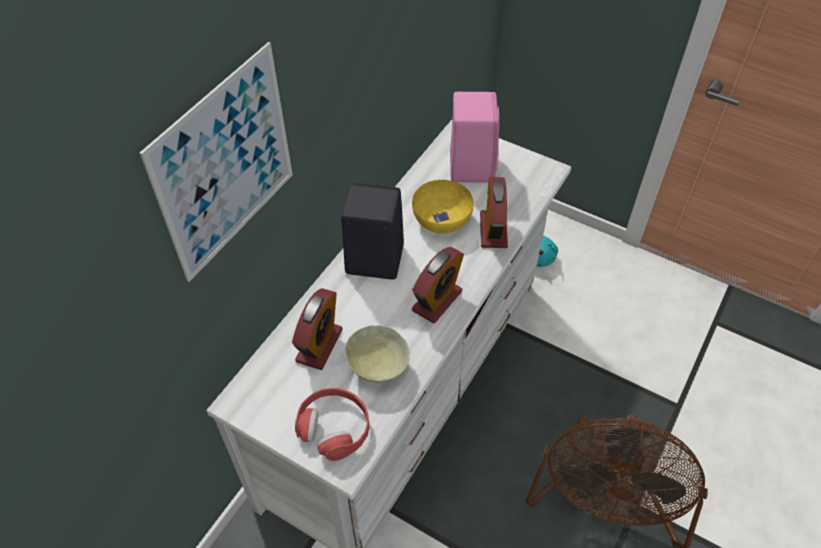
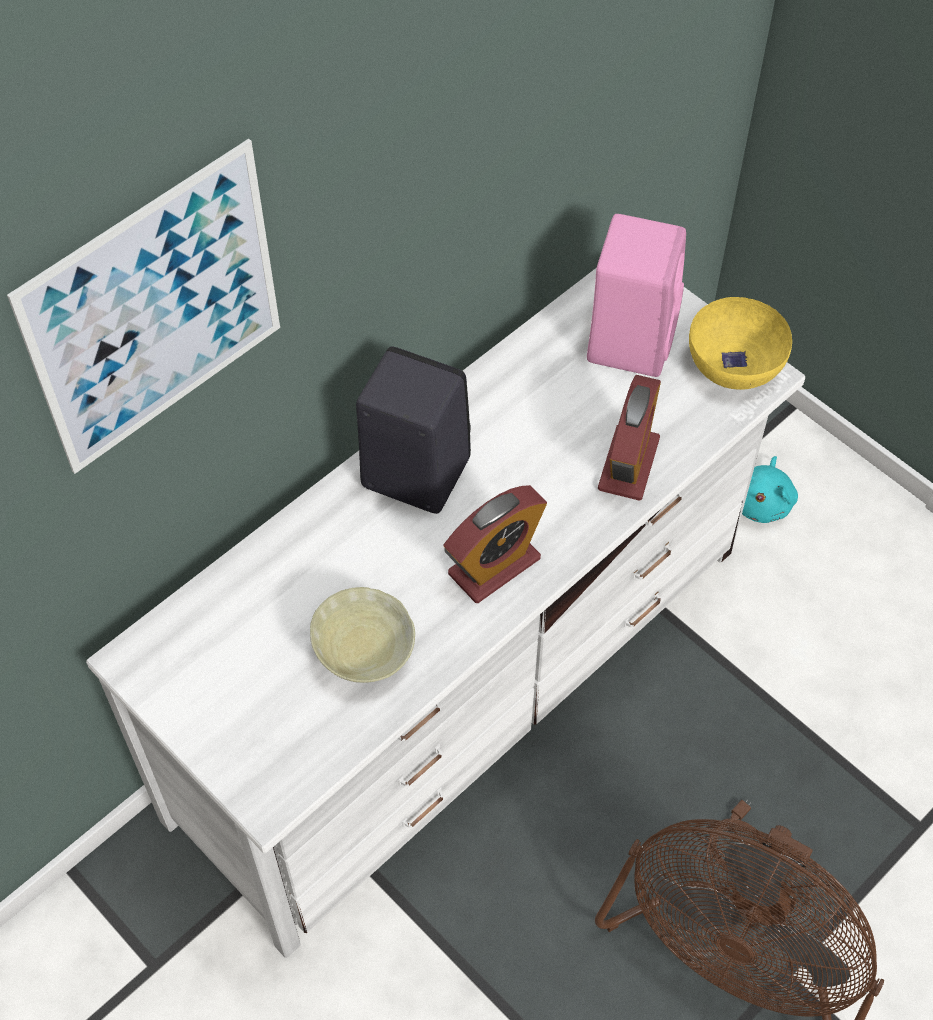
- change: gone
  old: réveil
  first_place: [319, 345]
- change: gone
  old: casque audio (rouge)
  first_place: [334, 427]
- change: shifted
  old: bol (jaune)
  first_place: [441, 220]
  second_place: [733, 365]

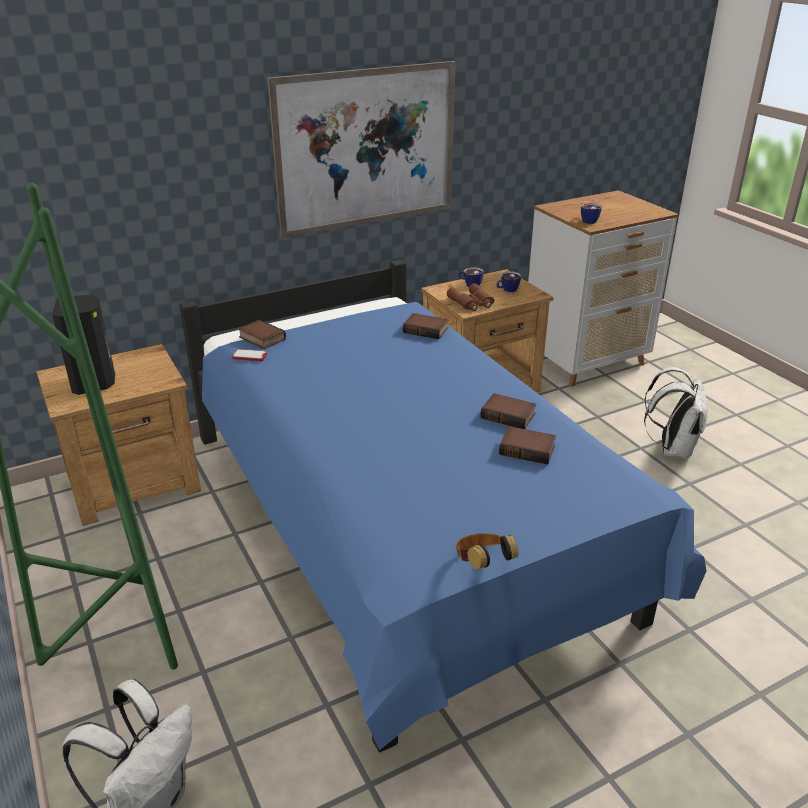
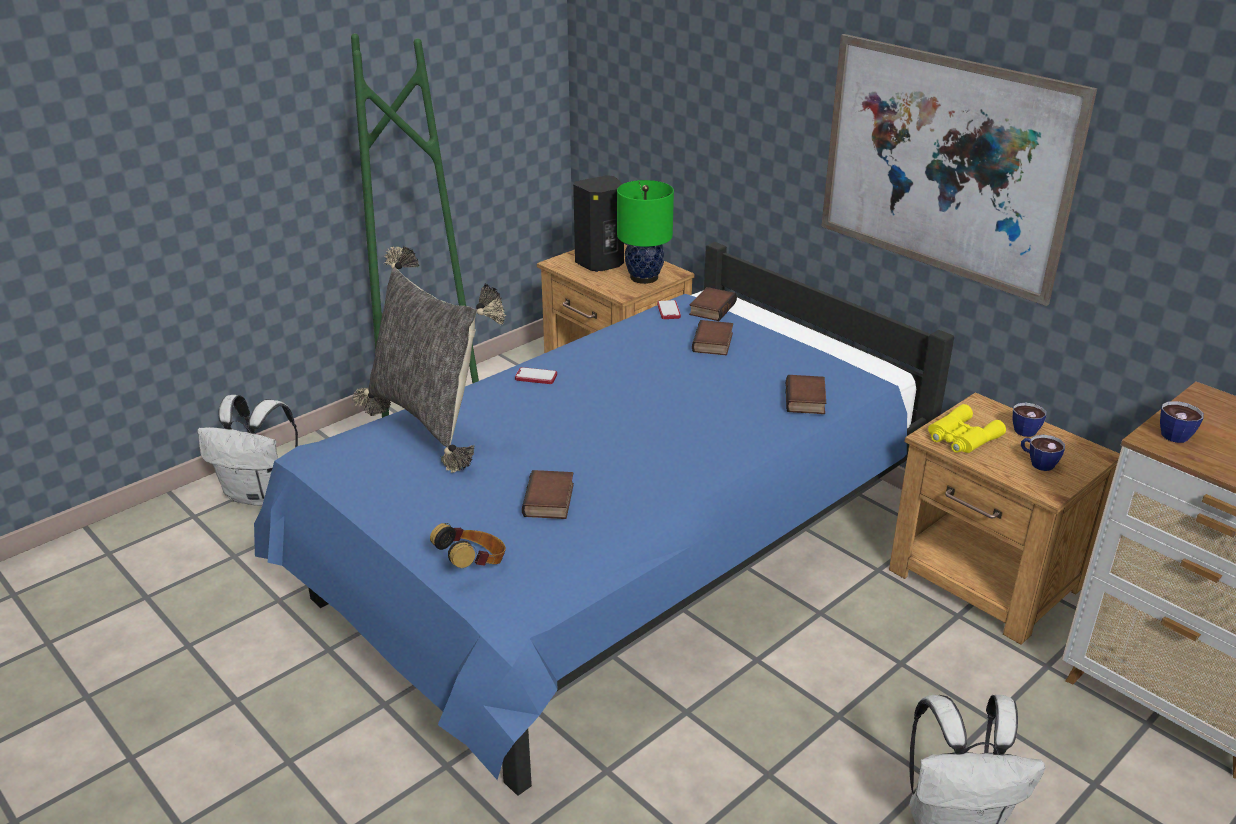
- change: new
  new: coussin
  second_place: [435, 432]
- change: new
  new: téléphone
  second_place: [536, 377]
- change: new
  new: lampe de table (vert)
  second_place: [644, 277]
- change: shifted
  old: casque audio
  first_place: [482, 565]
  second_place: [473, 565]
- change: shifted
  old: livre
  first_place: [509, 415]
  second_place: [714, 343]
- change: repainted
  old: jumelles (marron)
  new: jumelles (jaune)
  first_place: [471, 303]
  second_place: [961, 437]

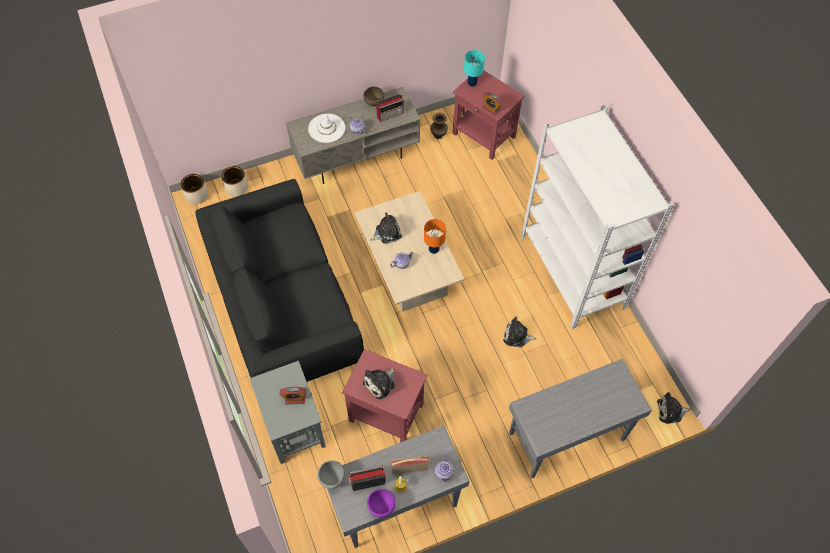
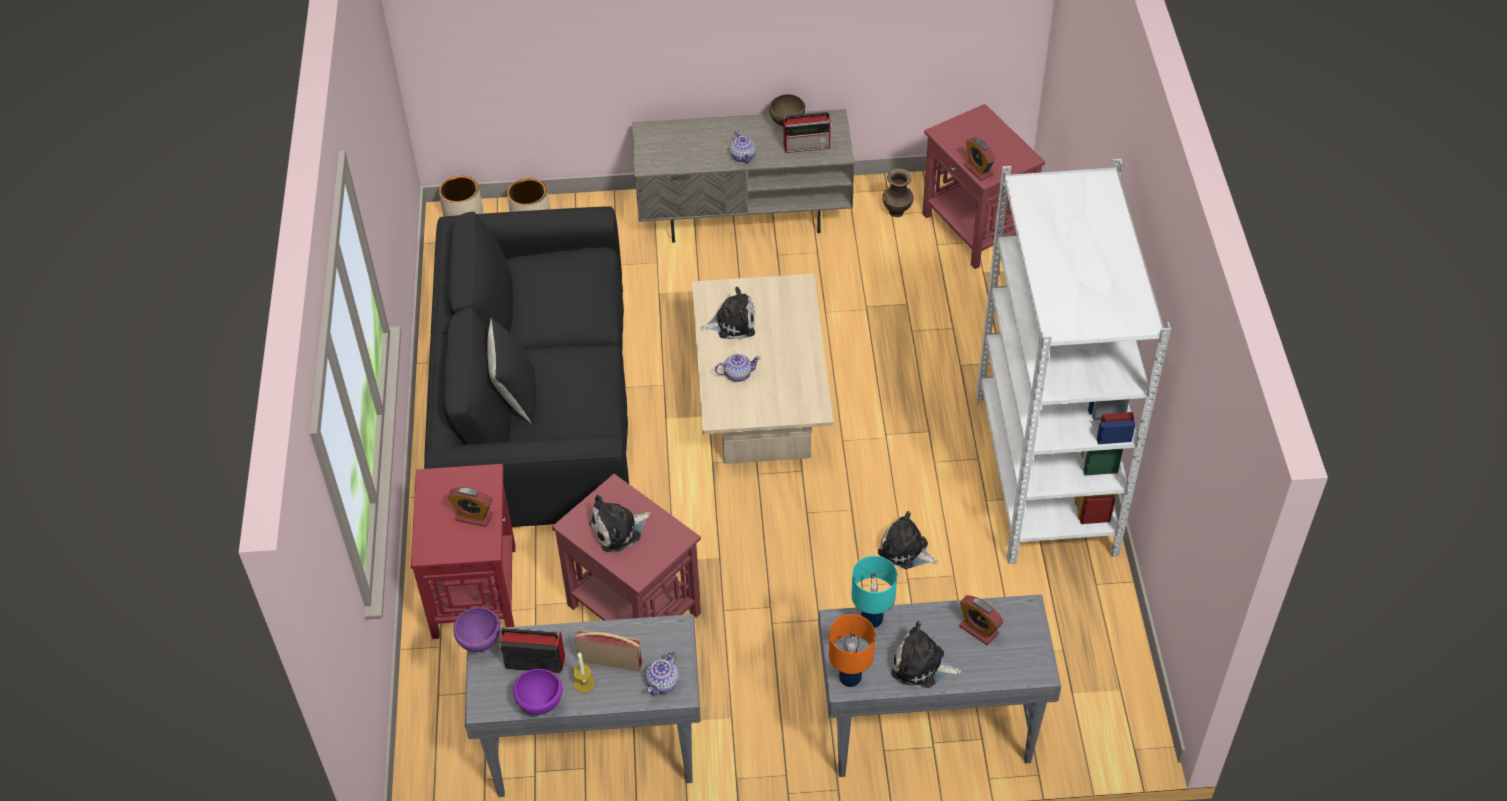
- change: gone
  old: chapeau (blanc)
  first_place: [326, 128]
- change: new
  new: coussin (noir)
  second_place: [516, 396]
- change: new
  new: réveil
  second_place: [978, 630]
- change: shifted
  old: lampe de table (orange)
  first_place: [434, 249]
  second_place: [851, 677]
- change: shifted
  old: lampe de table (turquoise)
  first_place: [472, 83]
  second_place: [873, 620]
- change: shifted
  old: peluche
  first_place: [670, 411]
  second_place: [921, 666]
- change: repainted
  old: table d'appoint (gris)
  new: table d'appoint (rouge)
  first_place: [294, 427]
  second_place: [475, 591]
- change: repainted
  old: bol (gris)
  new: bol (violet)
  first_place: [332, 479]
  second_place: [480, 643]

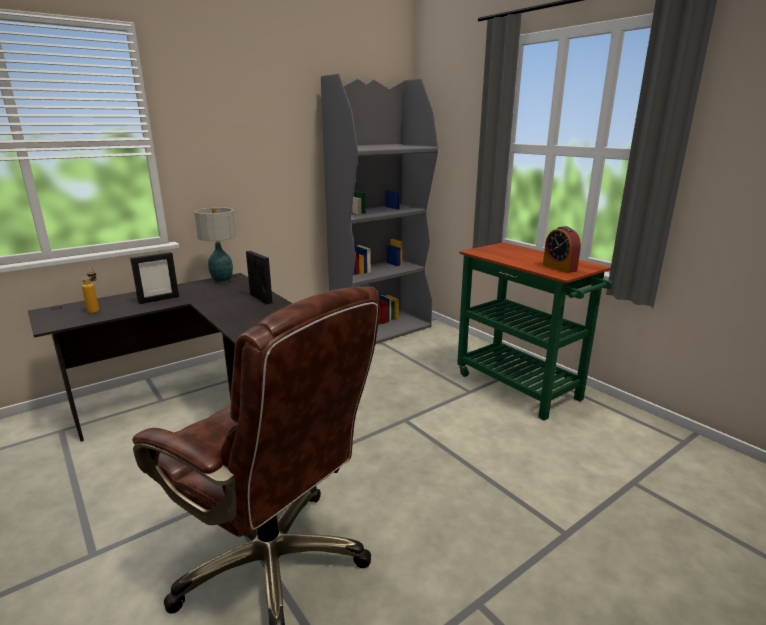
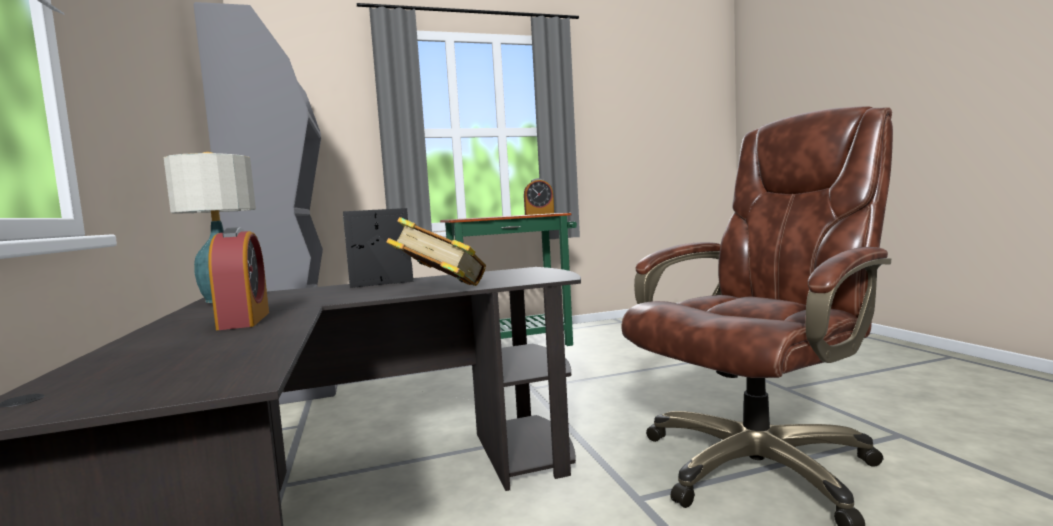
- change: gone
  old: bouteille
  first_place: [96, 310]
- change: new
  new: livre
  second_place: [441, 289]
- change: swapped
  old: cadre photo
  new: réveil
  first_place: [158, 299]
  second_place: [244, 320]

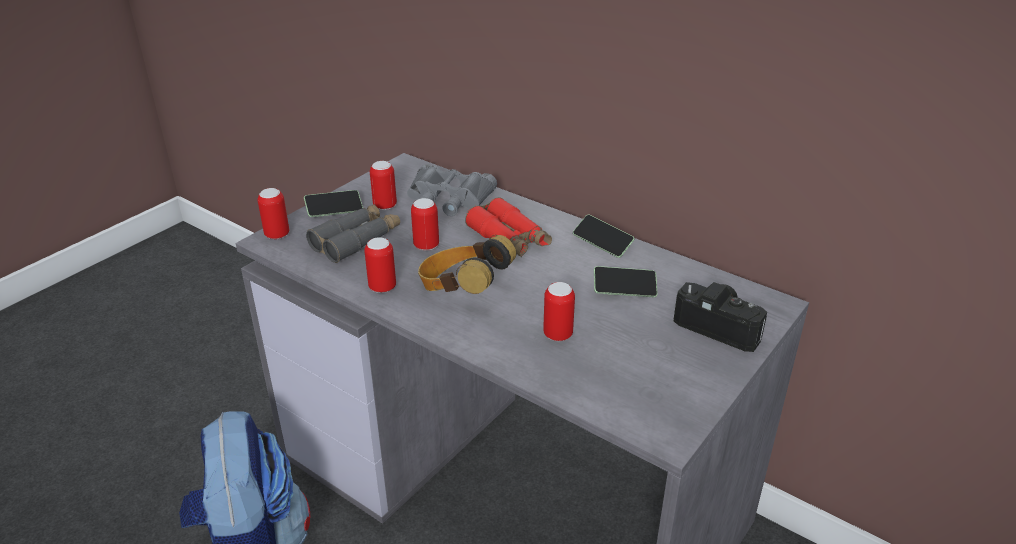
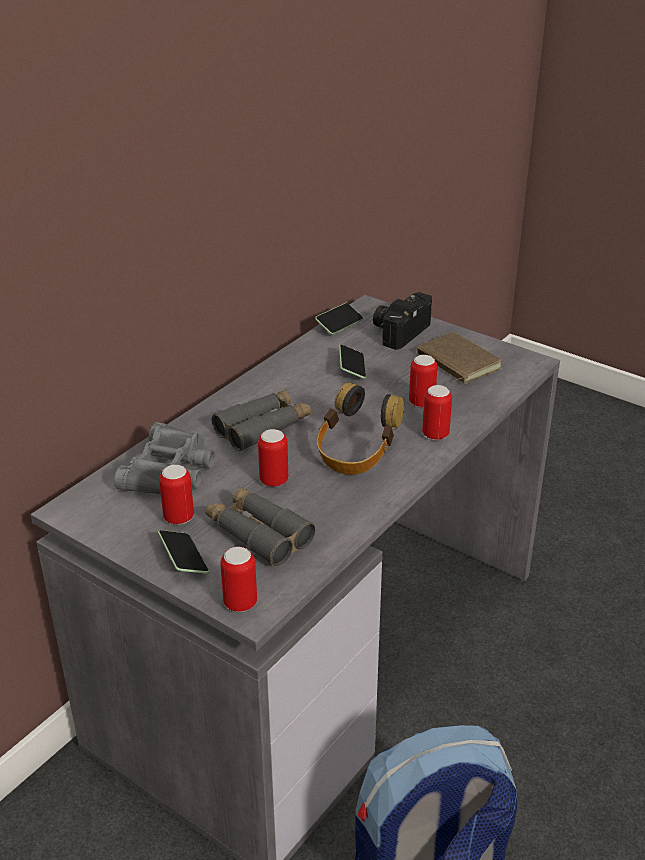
- change: new
  new: livre (marron)
  second_place: [456, 362]
- change: shifted
  old: boîte métallique
  first_place: [382, 287]
  second_place: [435, 435]
- change: shifted
  old: téléphone
  first_place: [602, 243]
  second_place: [339, 325]
- change: repainted
  old: jumelles (rouge)
  new: jumelles (gris)
  first_place: [509, 239]
  second_place: [263, 427]

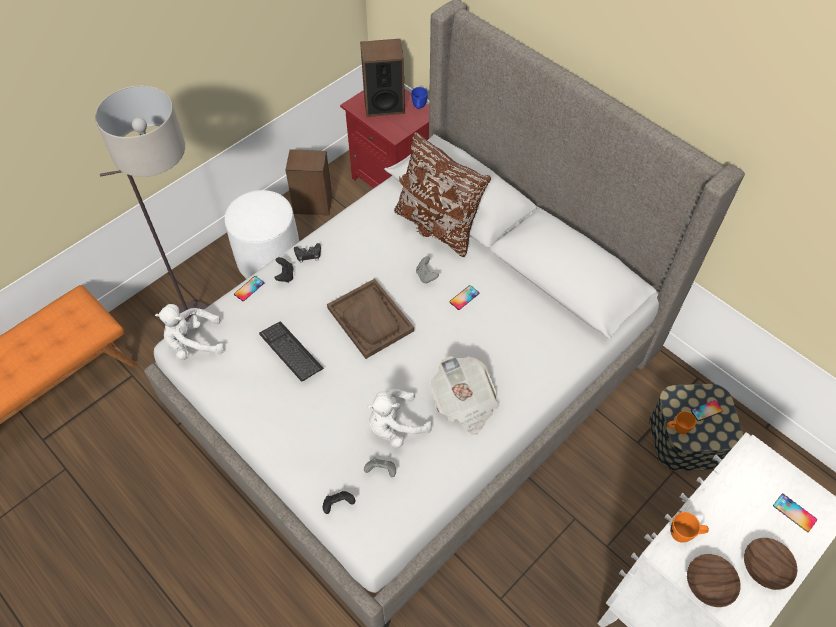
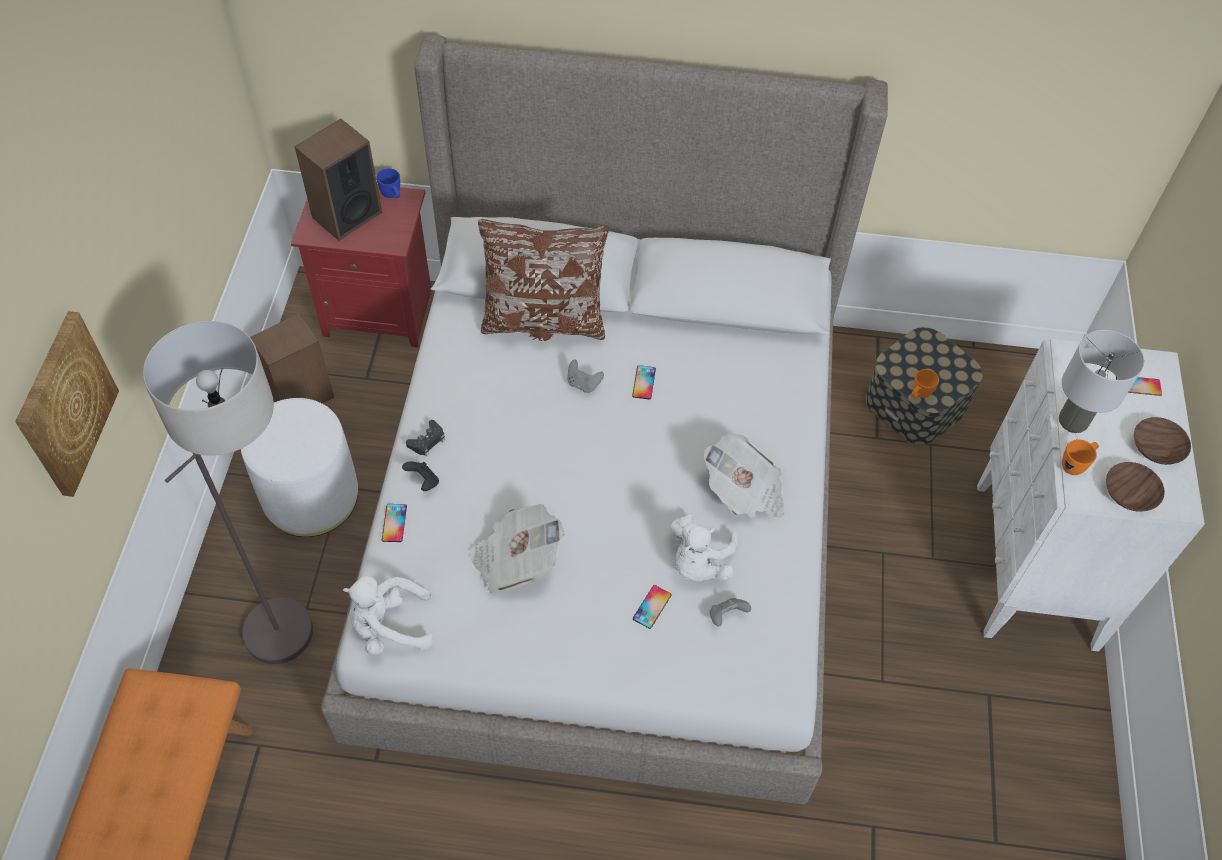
- change: gone
  old: manette (noir)
  first_place: [338, 505]
- change: gone
  old: plateau (marron)
  first_place: [370, 319]
- change: new
  new: tableau
  second_place: [64, 404]
- change: new
  new: lampe de table (blanc)
  second_place: [1072, 421]
- change: shifted
  old: téléphone
  first_place: [706, 410]
  second_place: [652, 607]
- change: swapped
  old: clavier
  new: journal
  first_place: [291, 352]
  second_place: [515, 560]
- change: rotated
  old: peluche (blanc)
  first_place: [193, 343]
  second_place: [389, 627]
  degrees: 45

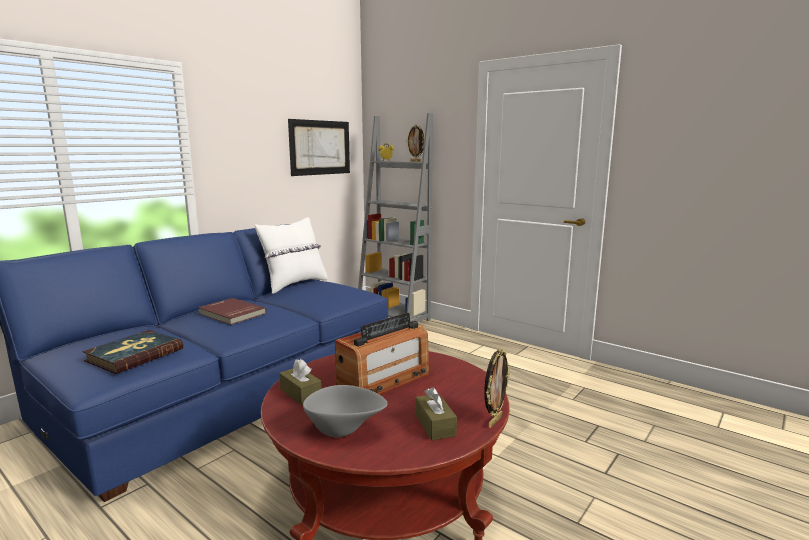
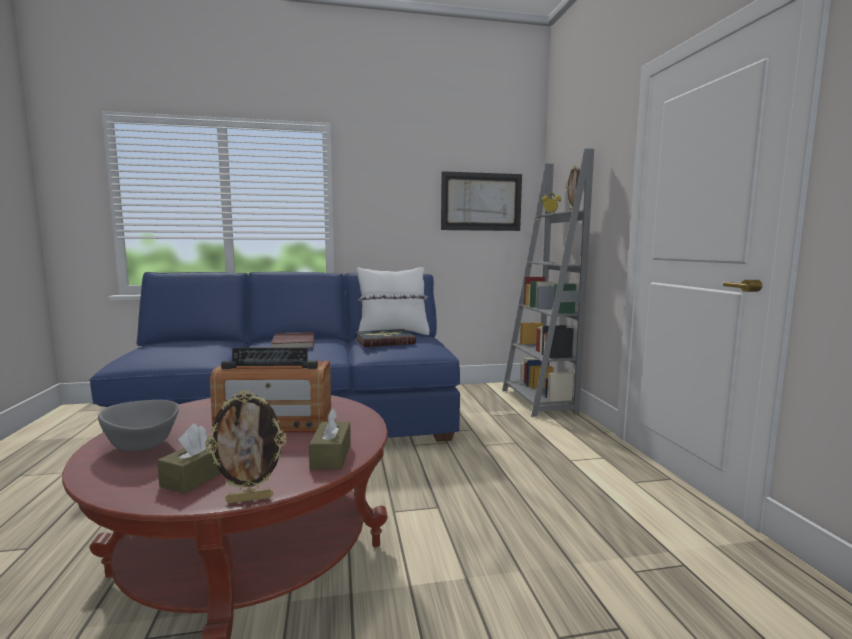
- change: shifted
  old: livre
  first_place: [134, 355]
  second_place: [384, 341]
- change: shifted
  old: boîte à mouchoirs (marron)
  first_place: [300, 393]
  second_place: [331, 456]

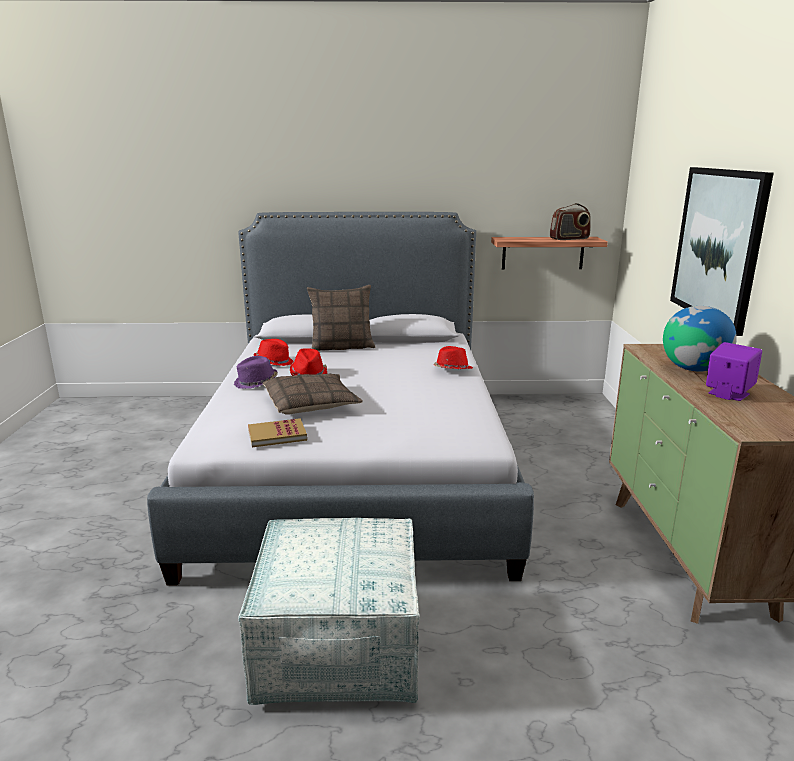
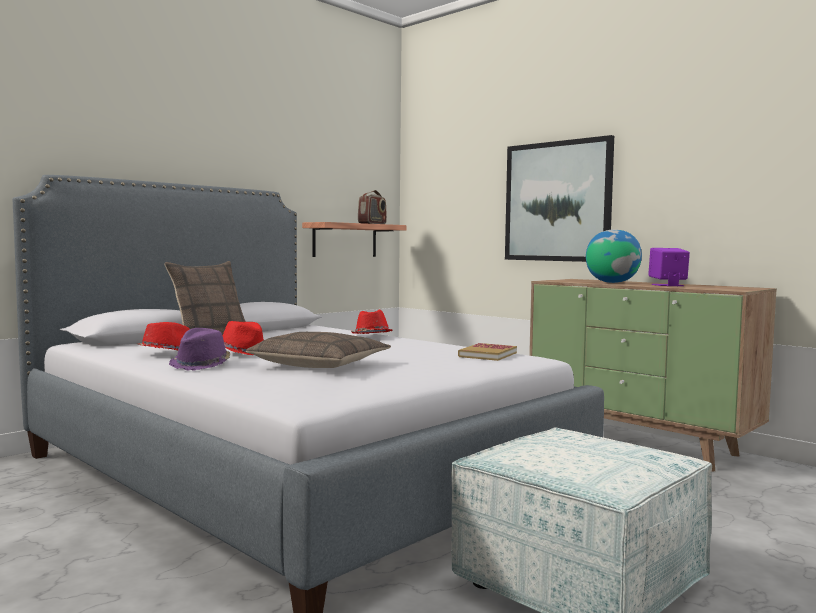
- change: shifted
  old: livre
  first_place: [277, 435]
  second_place: [487, 355]

